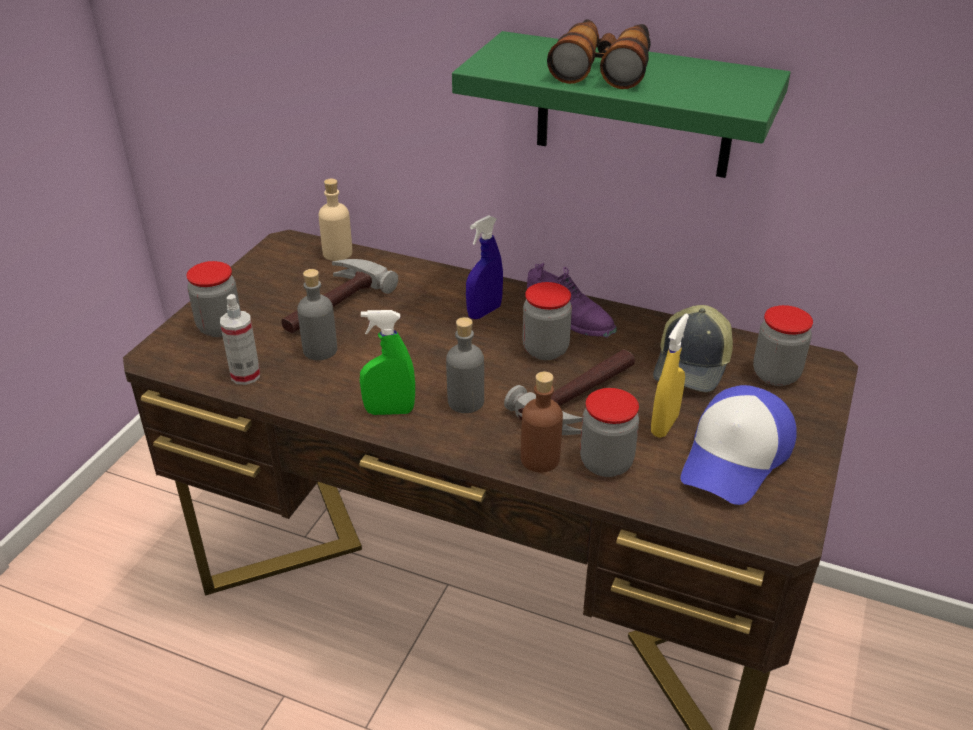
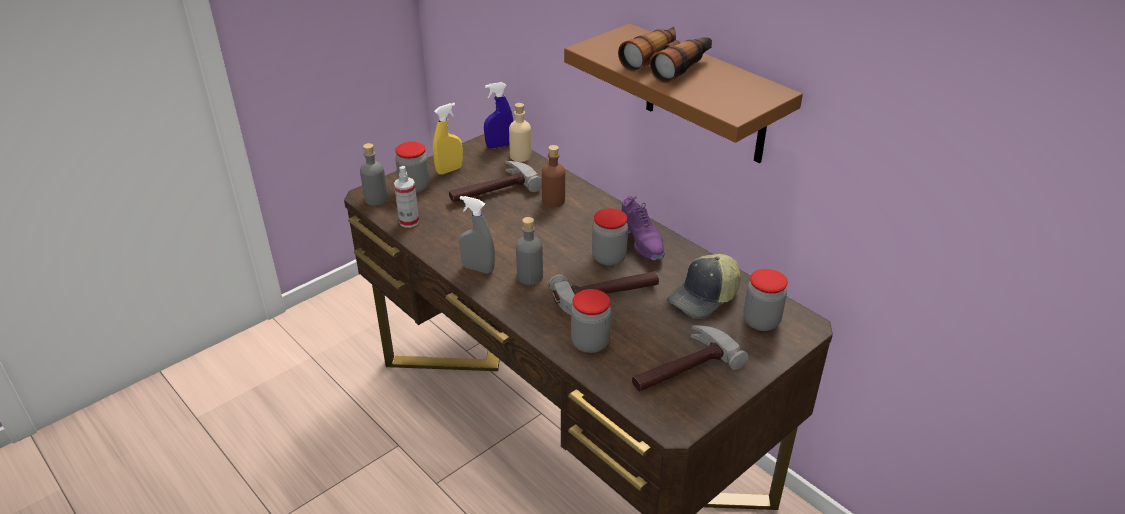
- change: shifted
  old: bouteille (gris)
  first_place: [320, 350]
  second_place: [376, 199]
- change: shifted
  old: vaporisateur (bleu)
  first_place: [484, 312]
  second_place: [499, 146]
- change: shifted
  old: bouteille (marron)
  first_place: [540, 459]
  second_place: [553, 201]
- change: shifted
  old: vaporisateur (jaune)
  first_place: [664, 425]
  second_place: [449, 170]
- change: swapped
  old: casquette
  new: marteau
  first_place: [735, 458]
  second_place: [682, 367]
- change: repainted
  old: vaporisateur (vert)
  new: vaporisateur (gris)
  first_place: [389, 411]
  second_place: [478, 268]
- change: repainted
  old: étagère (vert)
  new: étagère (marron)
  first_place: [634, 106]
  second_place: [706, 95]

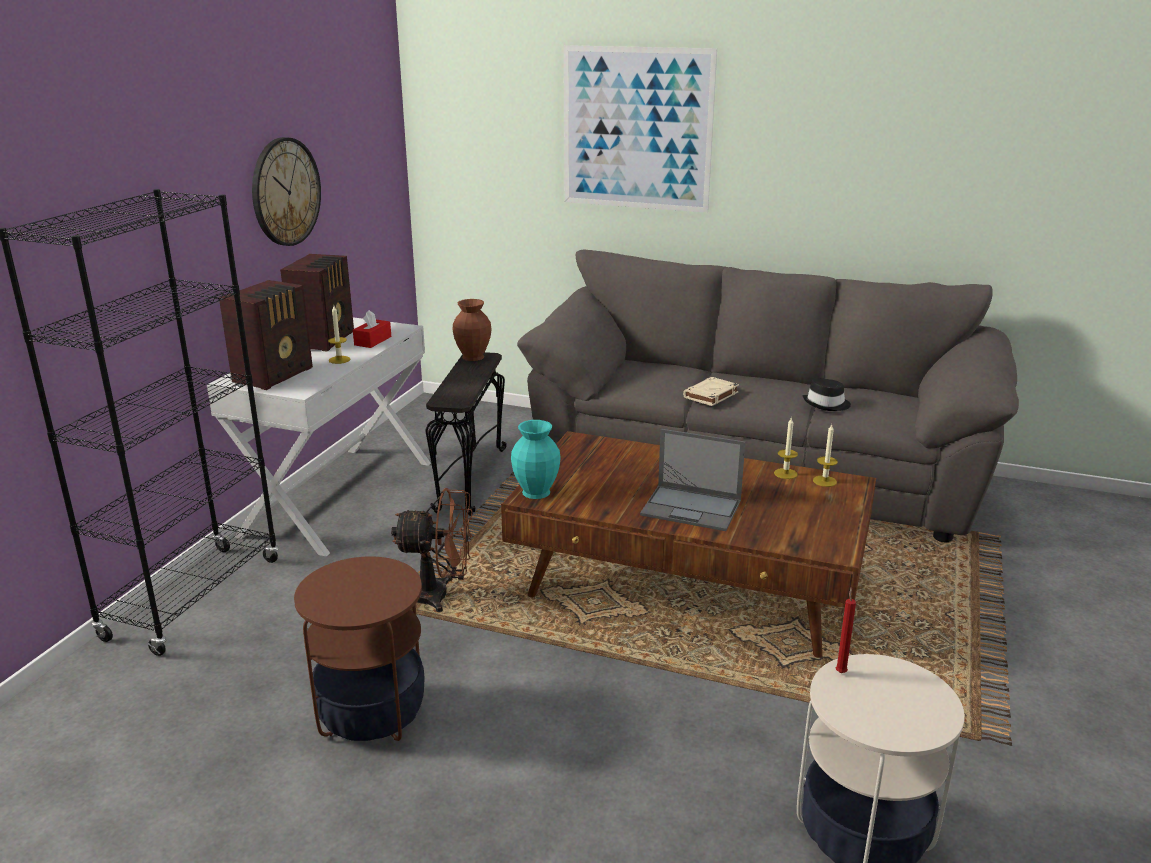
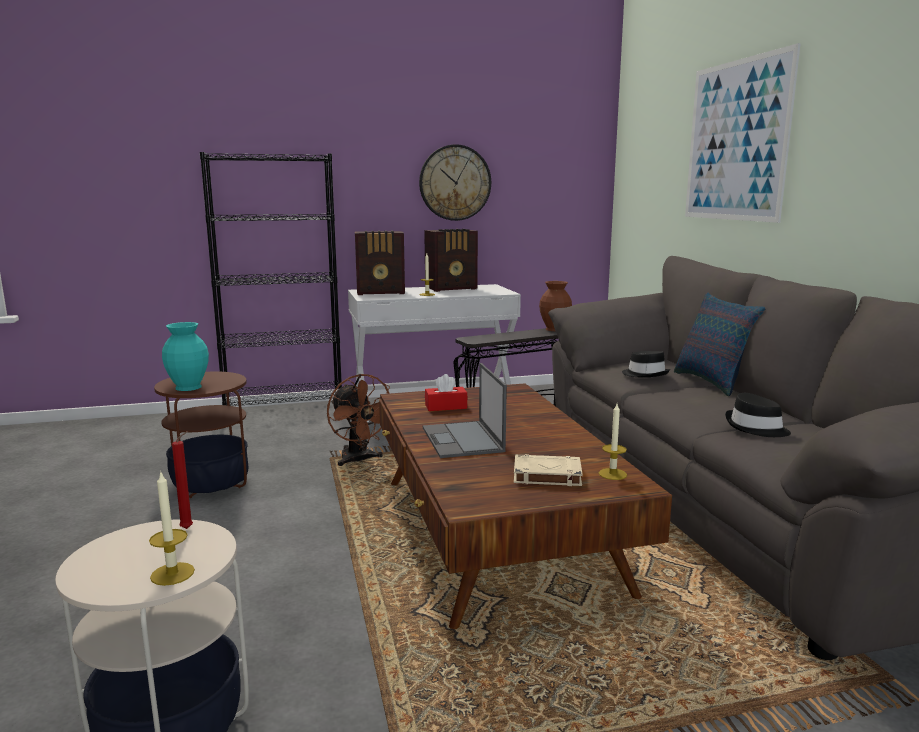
- change: new
  new: chapeau (noir)
  second_place: [645, 374]
- change: new
  new: coussin (bleu)
  second_place: [711, 383]
- change: shifted
  old: boîte à mouchoirs (rouge)
  first_place: [373, 341]
  second_place: [446, 406]
- change: shifted
  old: vase (turquoise)
  first_place: [536, 491]
  second_place: [189, 387]
- change: shifted
  old: livre (beige)
  first_place: [711, 395]
  second_place: [546, 475]
- change: shifted
  old: bougie
  first_place: [785, 473]
  second_place: [172, 574]

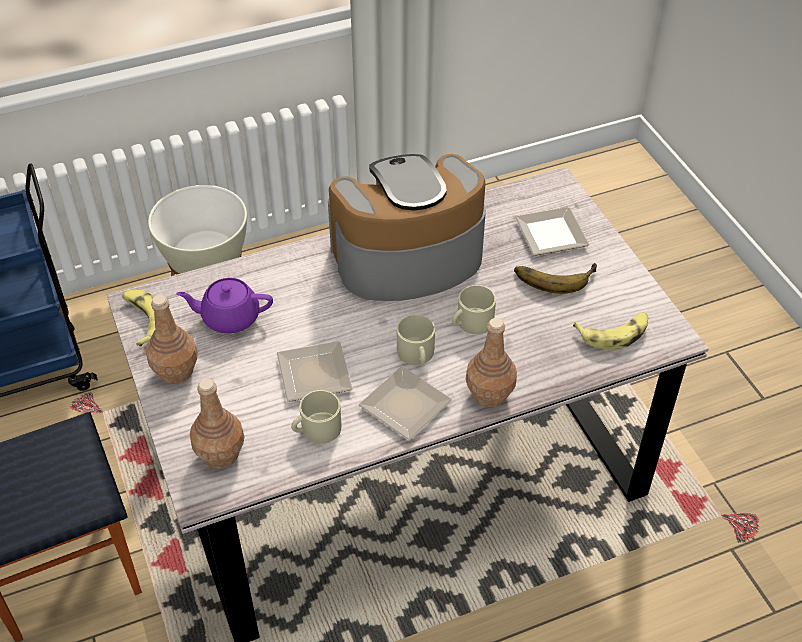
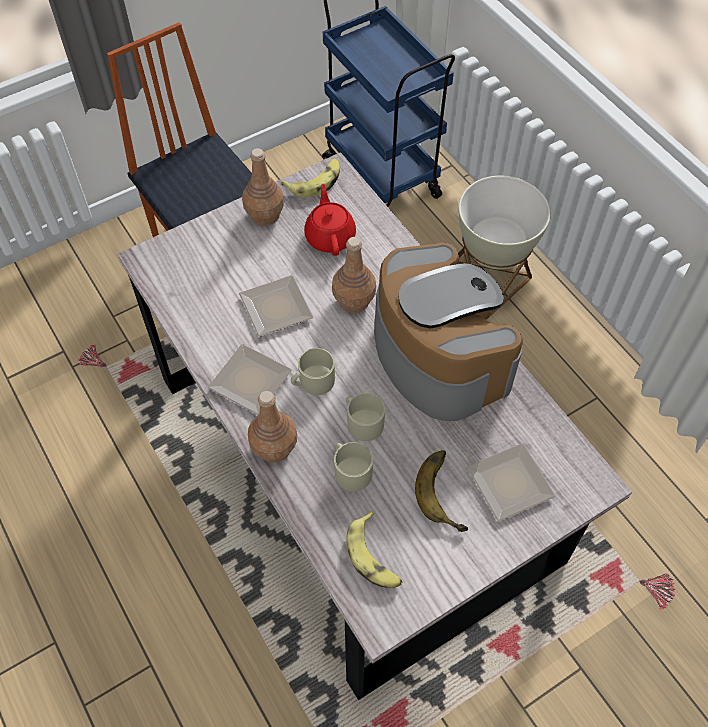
- change: shifted
  old: bouteille (marron)
  first_place: [221, 453]
  second_place: [354, 301]
- change: shifted
  old: mug (beige)
  first_place: [316, 429]
  second_place: [350, 470]
- change: repainted
  old: théière (violet)
  new: théière (rouge)
  first_place: [229, 317]
  second_place: [330, 236]

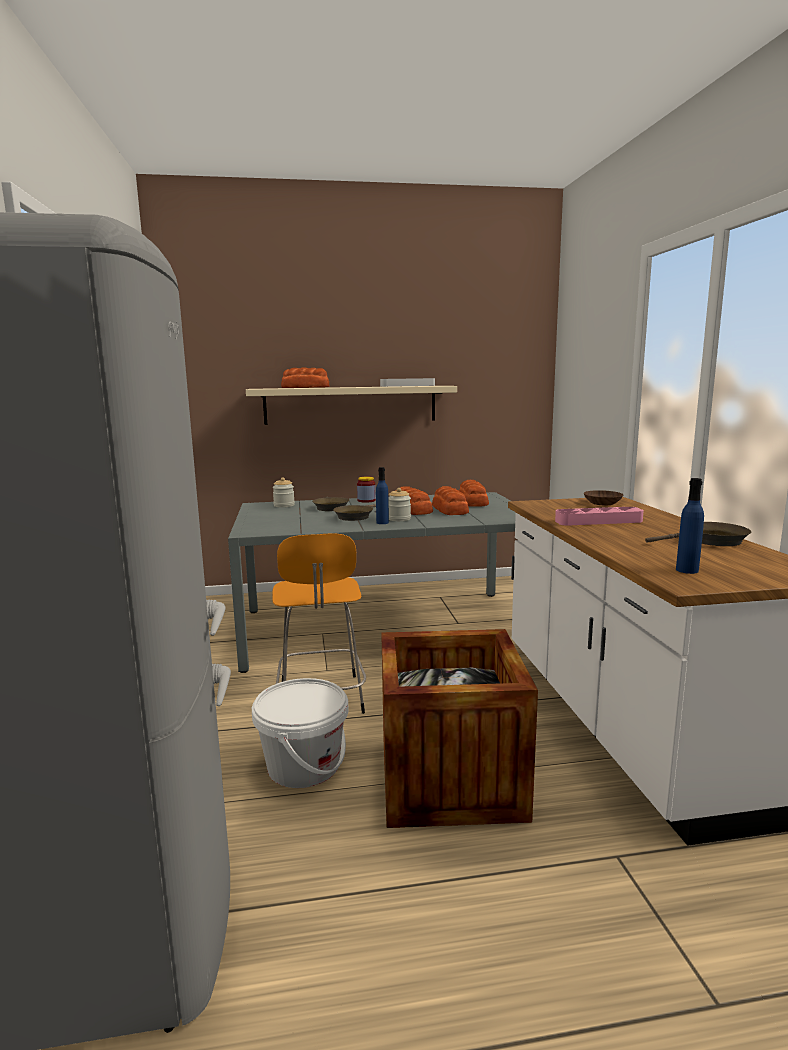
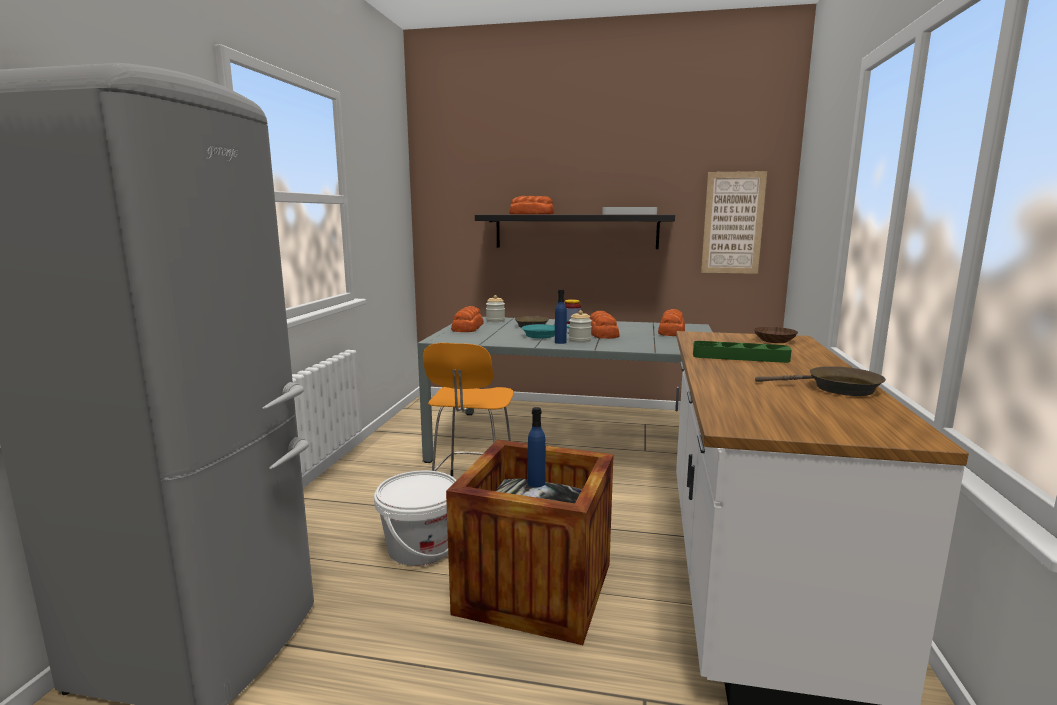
- change: new
  new: tableau
  second_place: [733, 223]
- change: shifted
  old: pain
  first_place: [449, 510]
  second_place: [467, 328]
- change: shifted
  old: bouteille (bleu)
  first_place: [687, 570]
  second_place: [536, 483]
- change: repainted
  old: étagère (beige)
  new: étagère (noir)
  first_place: [350, 404]
  second_place: [576, 231]
- change: repainted
  old: poêle (marron)
  new: poêle (turquoise)
  first_place: [355, 516]
  second_place: [542, 335]
- change: repainted
  old: plateau (rose)
  new: plateau (vert)
  first_place: [598, 521]
  second_place: [740, 357]

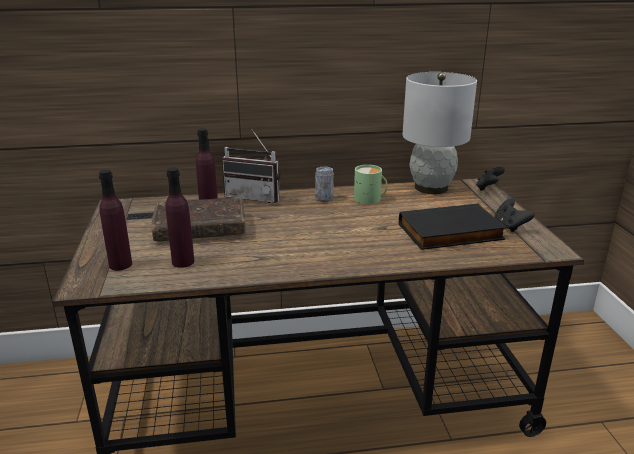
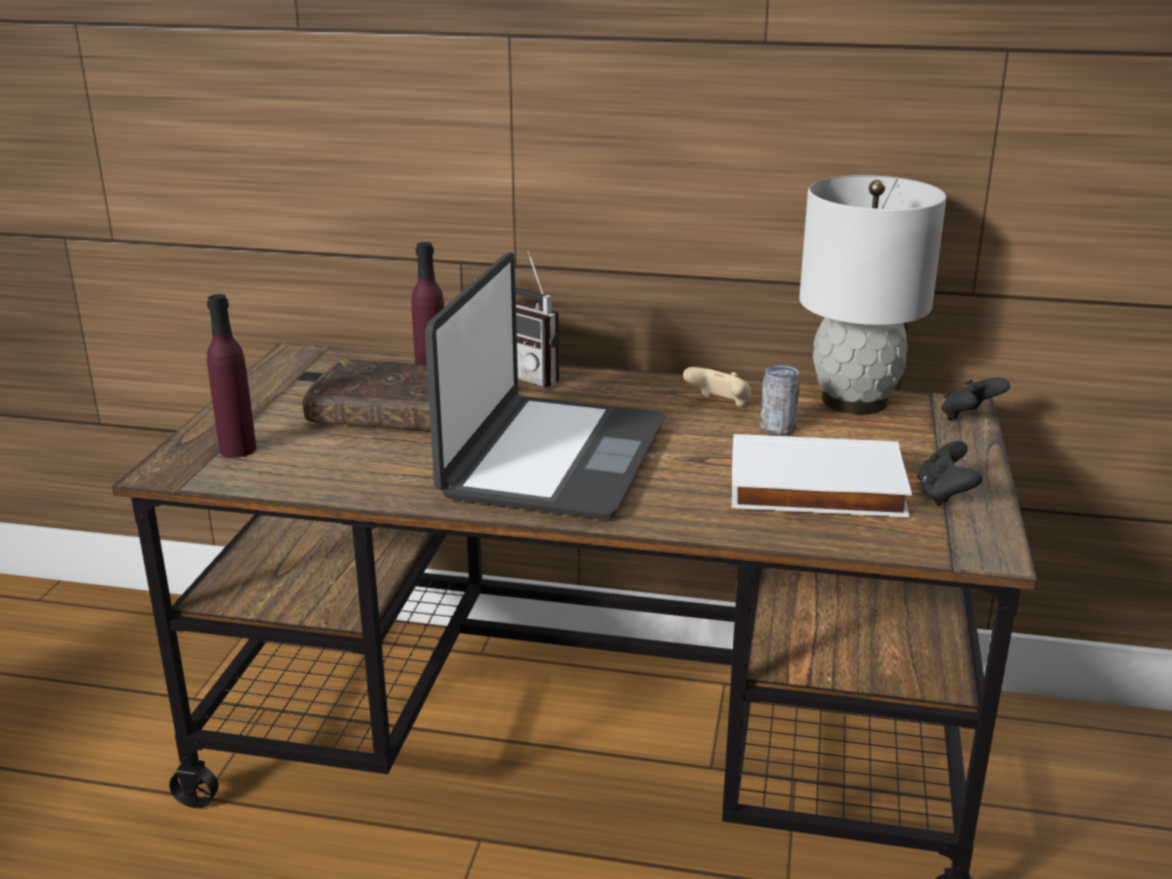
- change: gone
  old: bouteille (violet)
  first_place: [183, 262]
- change: new
  new: ordinateur portable
  second_place: [552, 459]
- change: shifted
  old: boîte métallique
  first_place: [324, 199]
  second_place: [777, 428]
- change: swapped
  old: mug (vert)
  new: manette (beige)
  first_place: [370, 199]
  second_place: [719, 405]
- change: repainted
  old: livre (noir)
  new: livre (blanc)
  first_place: [450, 233]
  second_place: [815, 488]

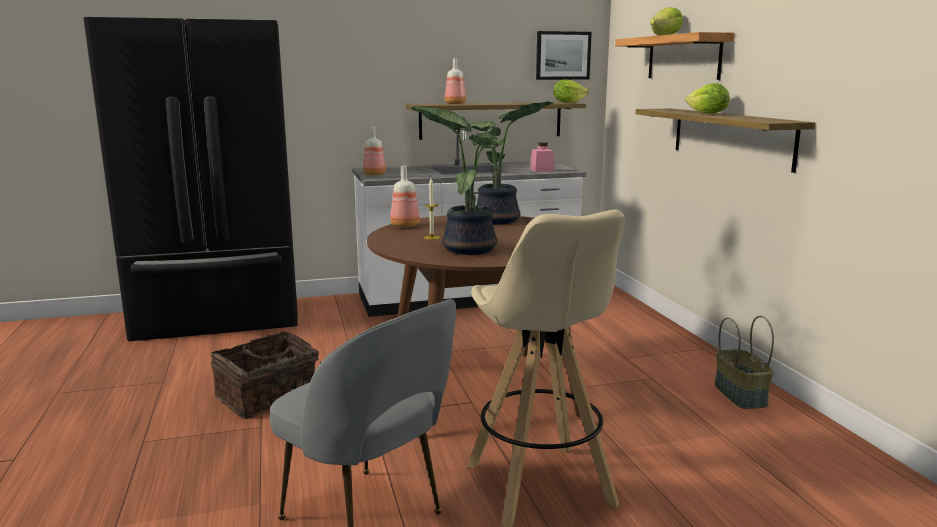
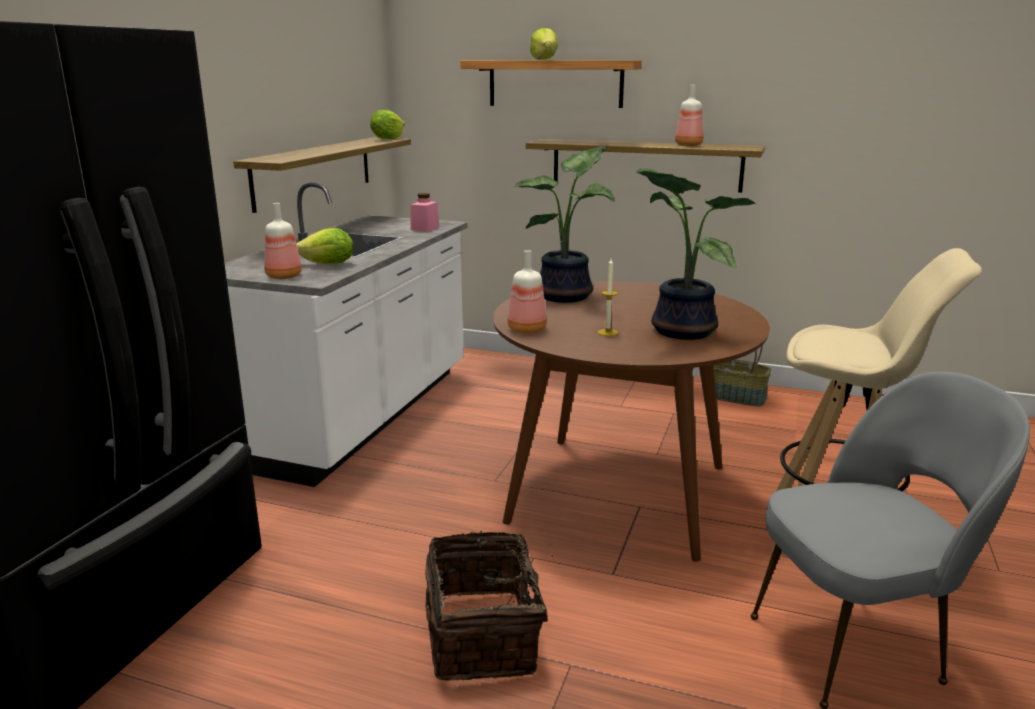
- change: gone
  old: tableau
  first_place: [562, 55]
- change: shifted
  old: bouteille
  first_place: [456, 104]
  second_place: [689, 145]
- change: shifted
  old: laitue
  first_place: [707, 114]
  second_place: [329, 265]

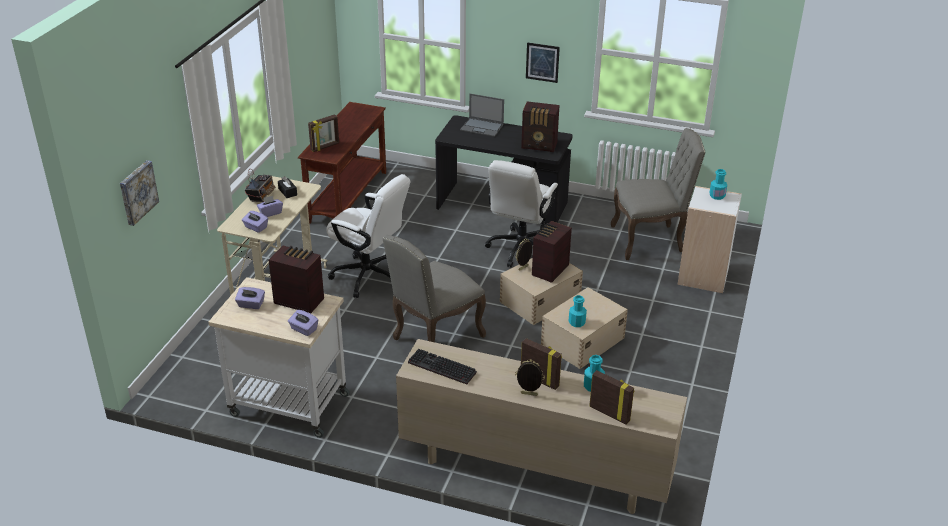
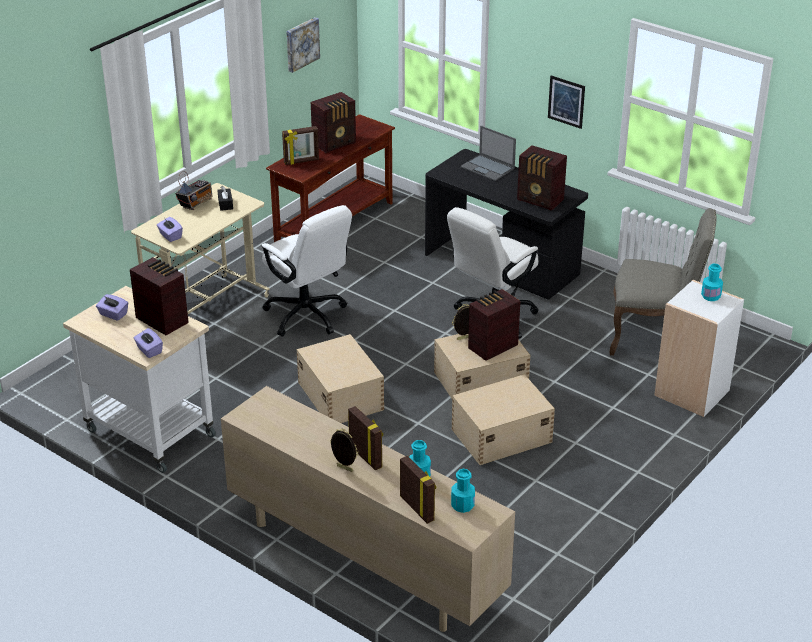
- change: gone
  old: boîte à mouchoirs (violet)
  first_place: [270, 213]
- change: gone
  old: clavier
  first_place: [440, 368]
- change: new
  new: radio
  second_place: [335, 143]
- change: shifted
  old: tableau
  first_place: [137, 192]
  second_place: [301, 44]
- change: shifted
  old: bouteille (turquoise)
  first_place: [577, 322]
  second_place: [462, 505]
- change: swapped
  old: chaise (gris)
  new: boîte de rangement (beige)
  first_place: [435, 336]
  second_place: [340, 395]

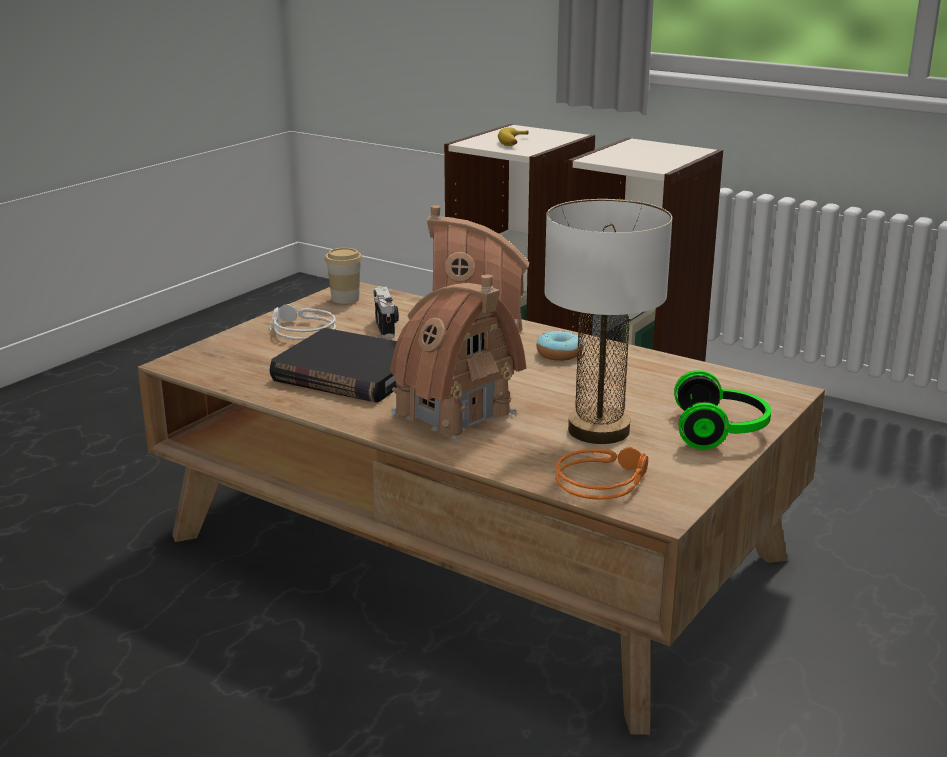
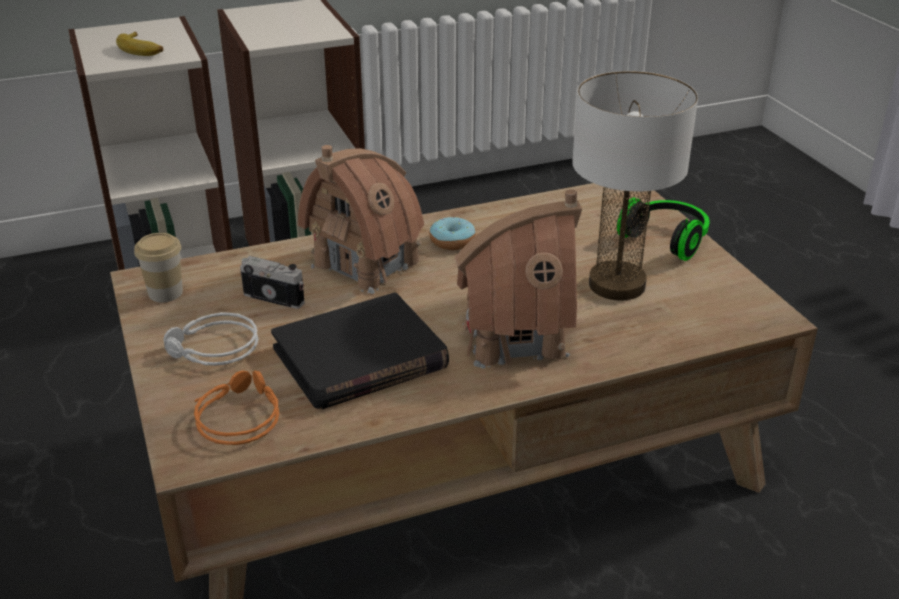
- change: shifted
  old: casque audio (orange)
  first_place: [602, 480]
  second_place: [237, 415]

